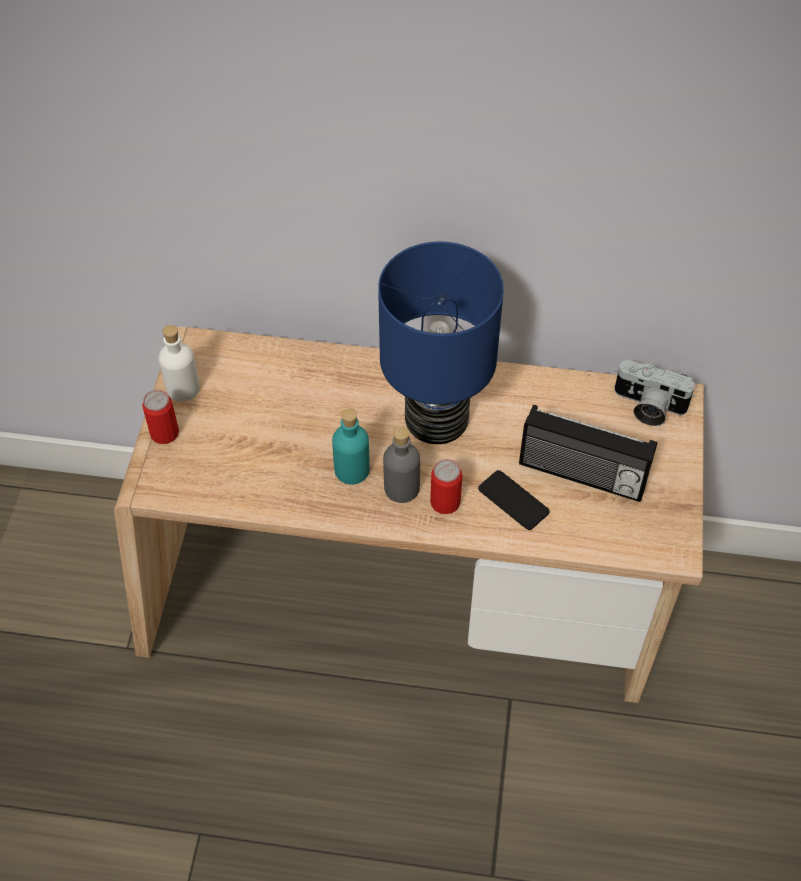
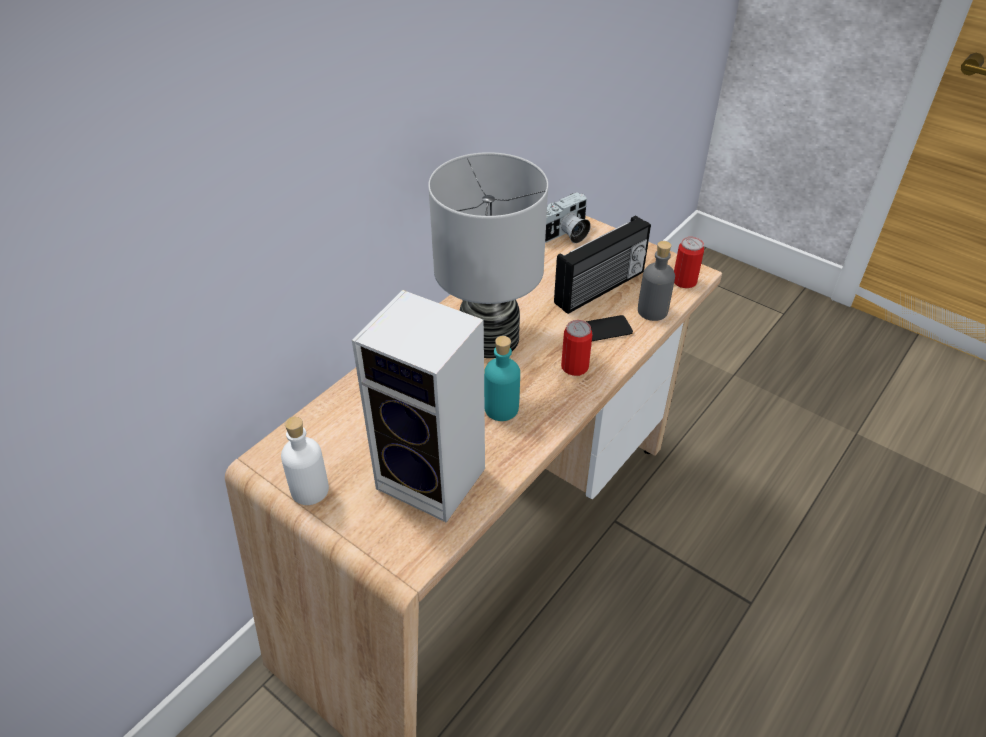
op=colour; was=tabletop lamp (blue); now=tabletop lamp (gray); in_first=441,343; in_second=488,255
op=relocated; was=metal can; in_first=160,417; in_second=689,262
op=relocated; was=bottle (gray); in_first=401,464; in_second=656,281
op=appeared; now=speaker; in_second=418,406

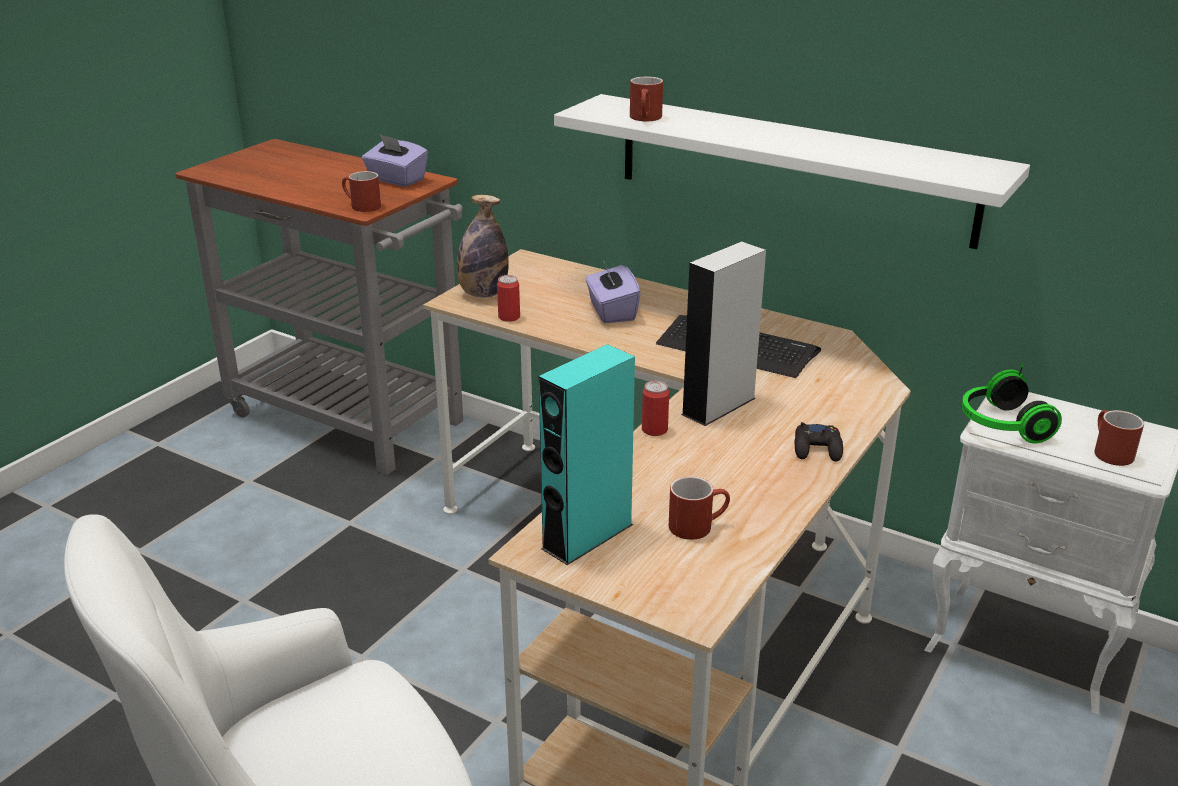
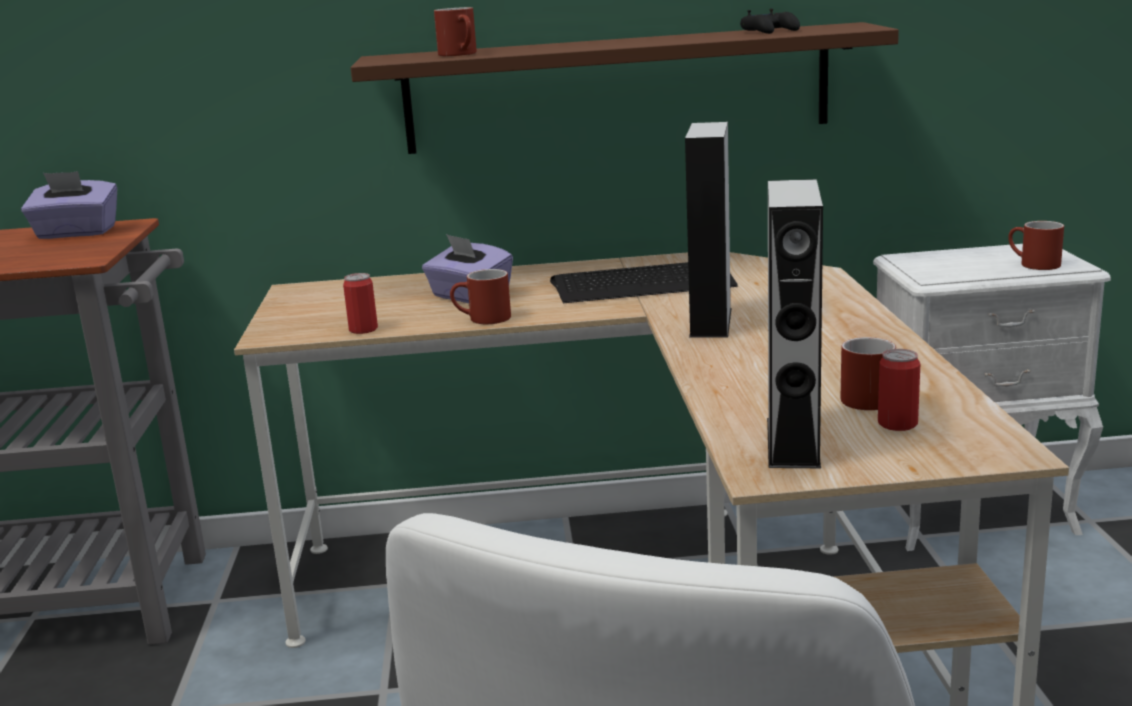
op=colour; was=wall shelf (white-coloured); now=wall shelf (brown-coloured); in_first=792,171; in_second=625,88
op=relocated; was=mug (reddish); in_first=361,191; in_second=480,296
op=missing; was=bottle; in_first=483,246
op=colour; was=speaker (blue-green); now=speaker (gray); in_first=587,454; in_second=795,323
op=missing; was=pair of headphones; in_first=1012,403
op=relocated; was=metal can; in_first=655,408; in_second=899,390
op=relocated; was=joypad (black); in_first=819,442; in_second=770,21

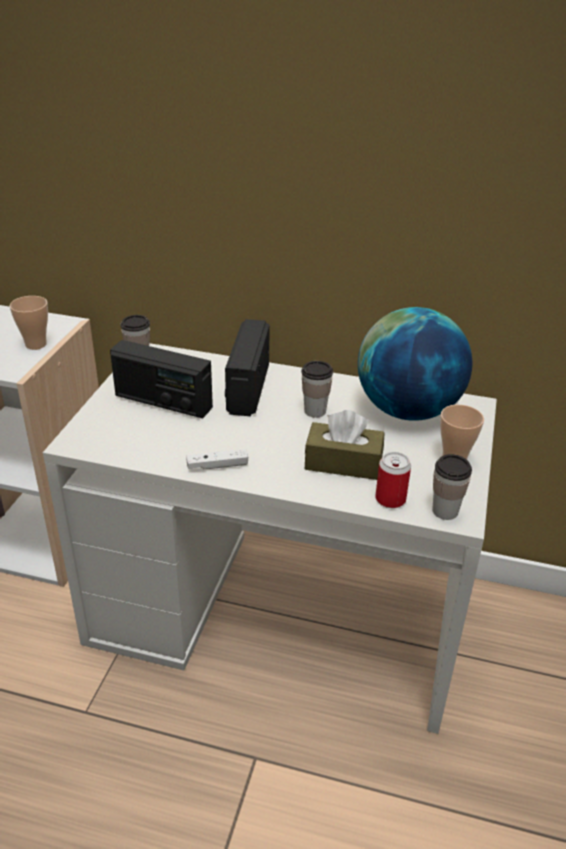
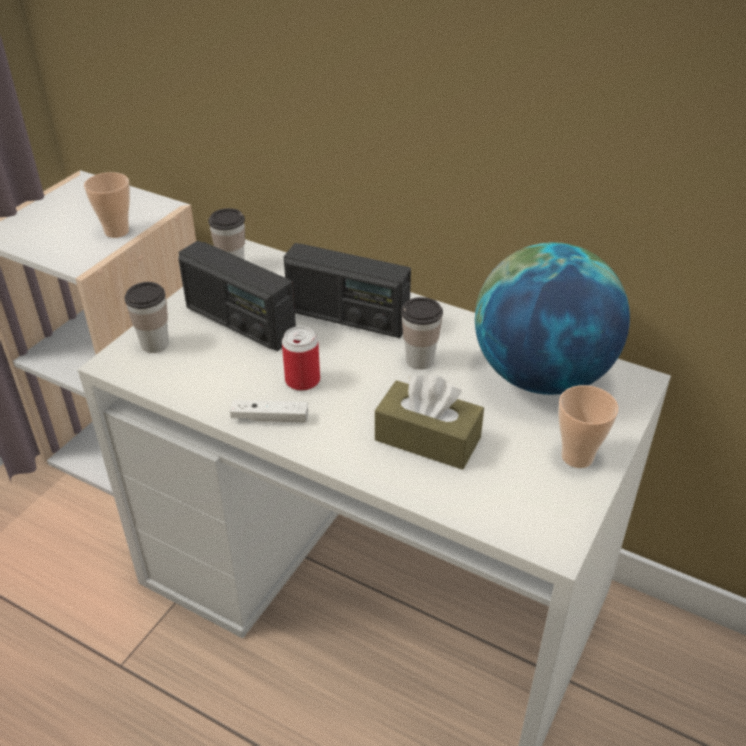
op=spun; was=radio; in_first=247,367; in_second=347,290; clockwise=-90
op=relocated; was=metal can; in_first=393,480; in_second=301,358
op=relocated; was=drinking cup; in_first=452,487; in_second=147,317

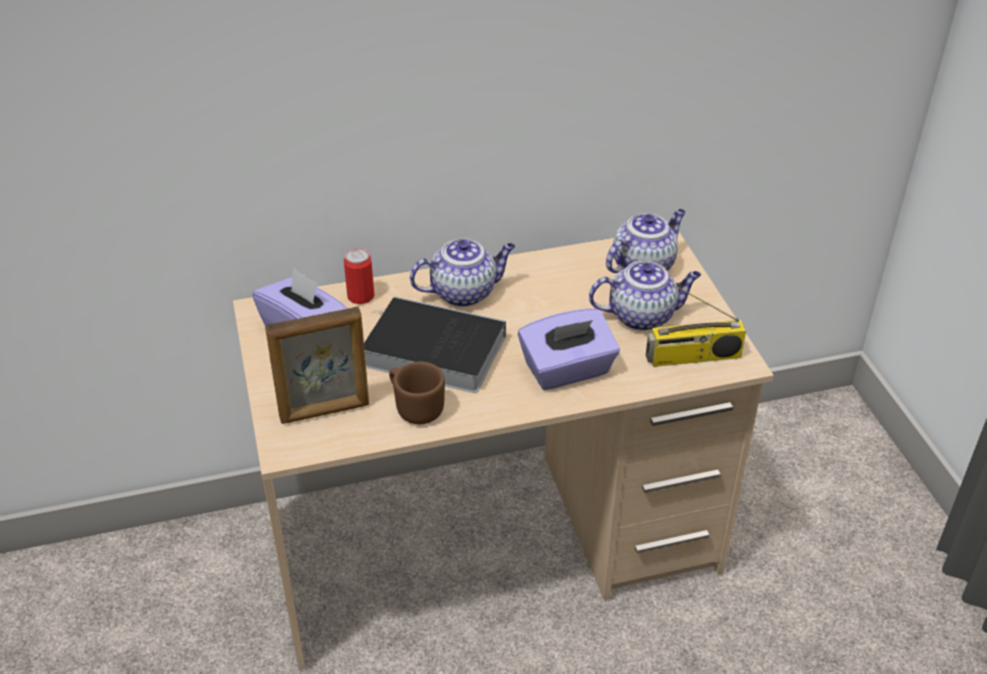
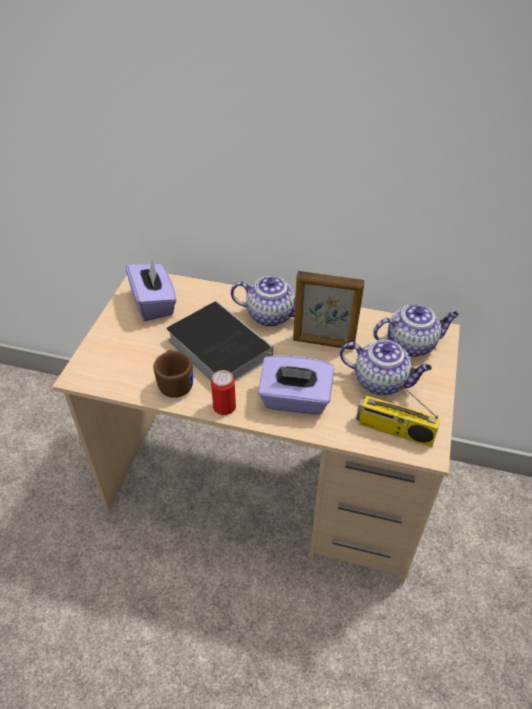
op=relocated; was=metal can; in_first=359,276; in_second=223,392
op=relocated; was=photo frame; in_first=317,365; in_second=329,310

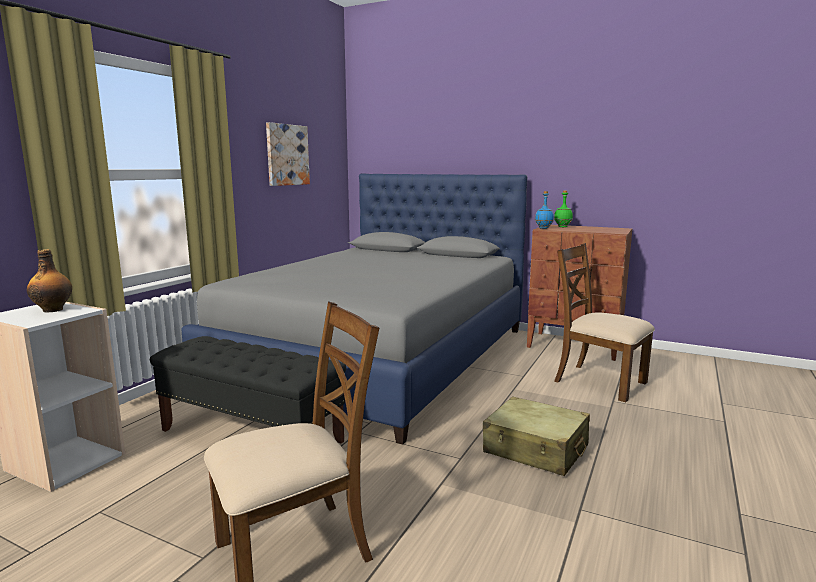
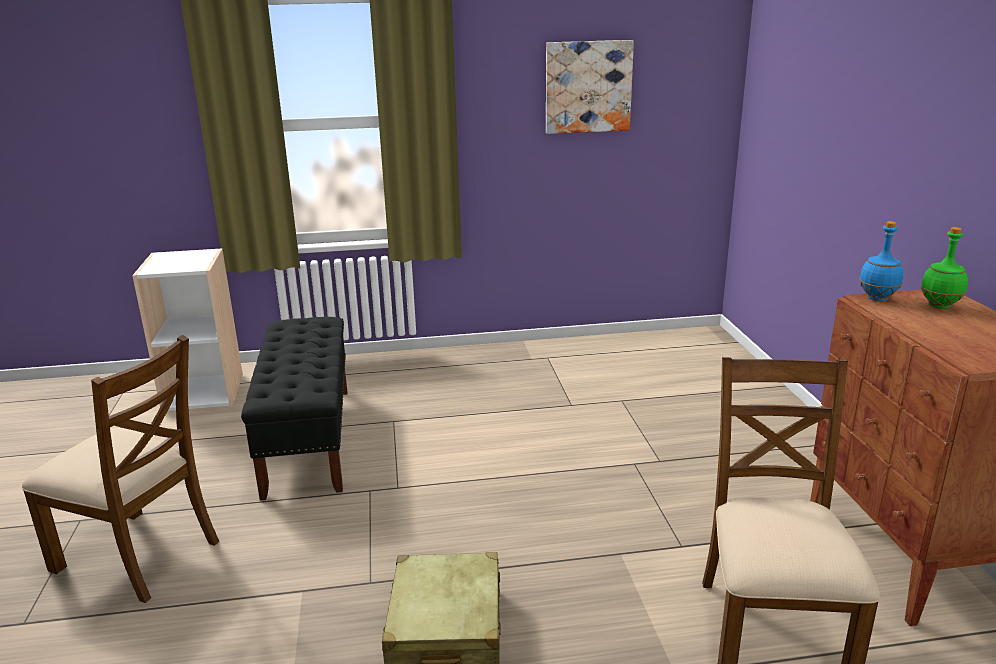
op=missing; was=sleeping bed (gray); in_first=354,309
op=missing; was=bottle; in_first=49,281

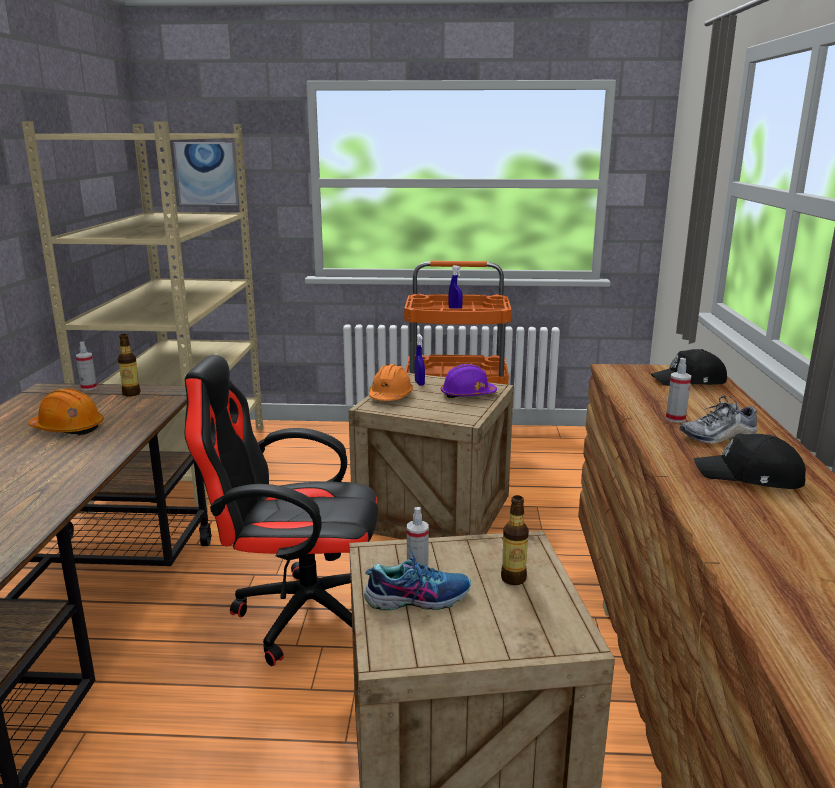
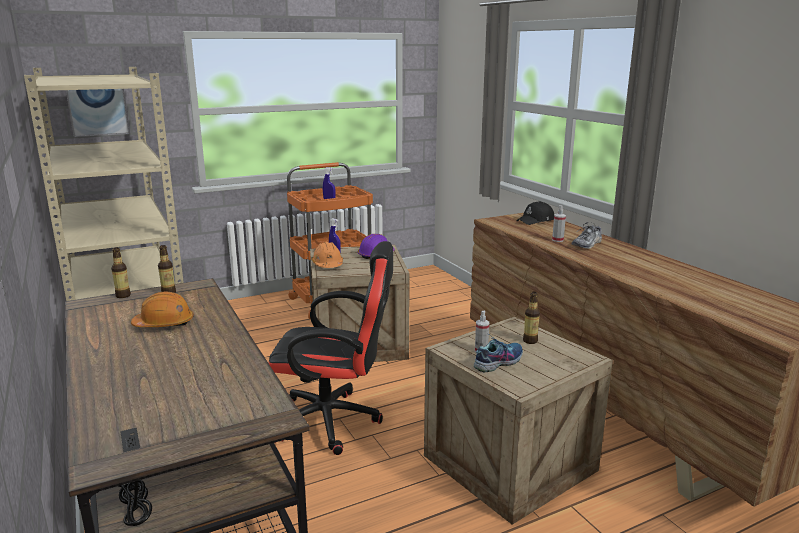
op=exchanged; was=hand sprayer; now=bottle; in_first=86,365; in_second=121,273
op=spun; was=computer chair (black); in_first=281,510; in_second=331,348; clockwise=-150
op=missing; was=cap (black); in_first=750,461

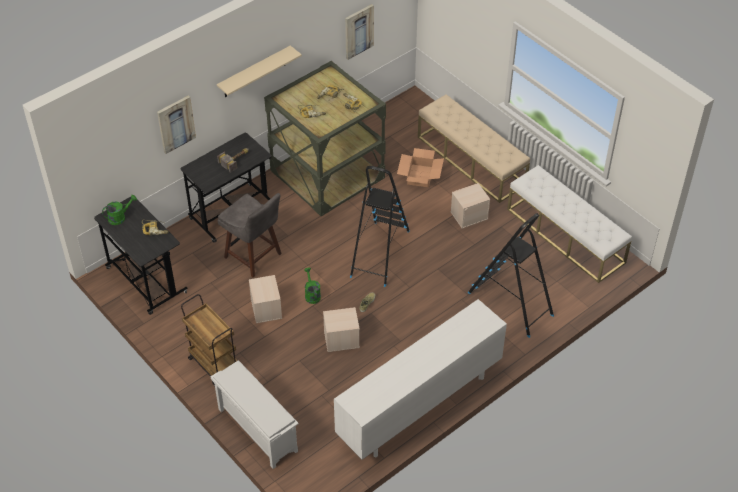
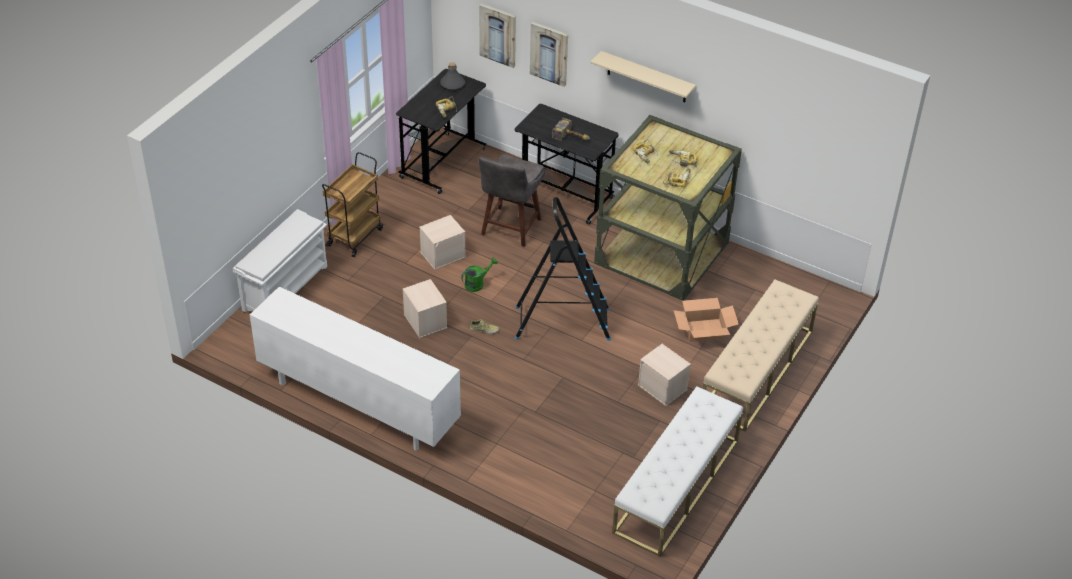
op=relocated; was=picture; in_first=359,32; in_second=497,36
op=exchanged; was=watering can (green); now=bottle (gray); in_first=119,210; in_second=452,76
op=missing; was=step stool (black); in_first=511,275

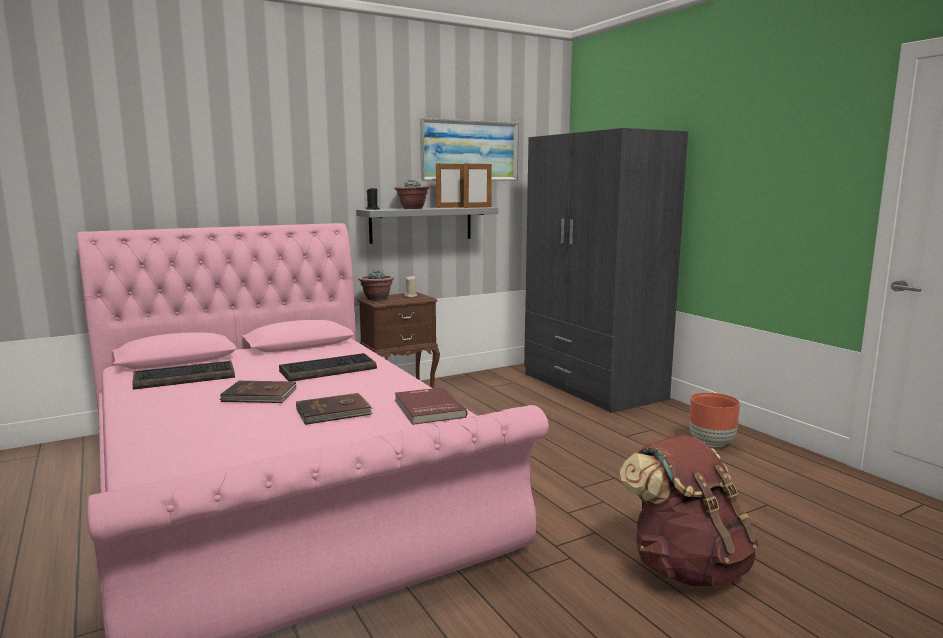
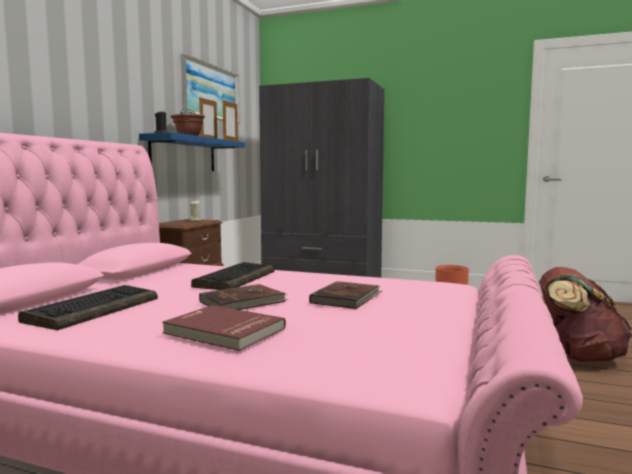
op=colour; was=wall shelf (gray); now=wall shelf (blue); in_first=427,225; in_second=192,151
op=missing; was=potted plant; in_first=376,285
op=relocated; was=bound book (reddish); in_first=431,406; in_second=224,328

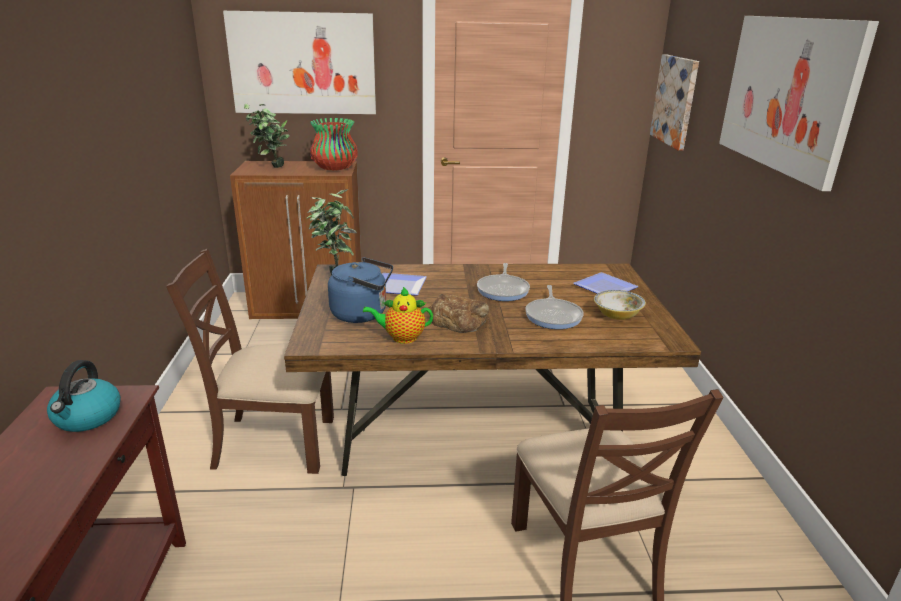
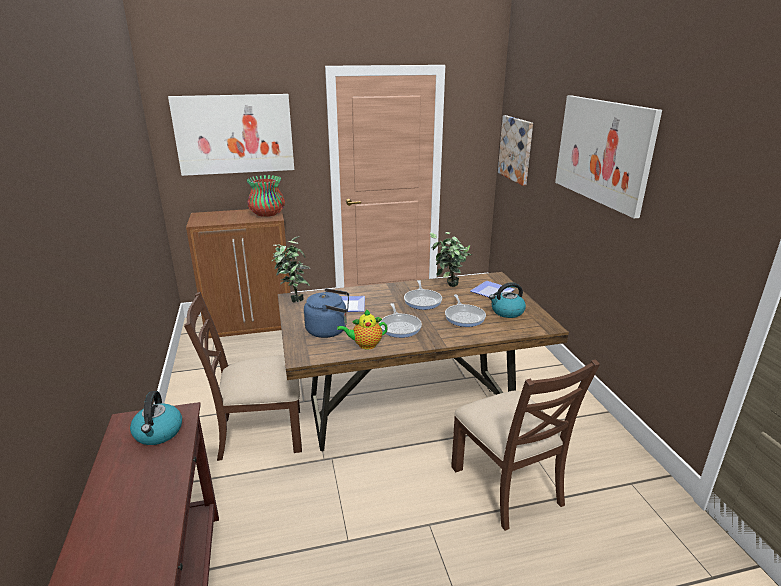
op=relocated; was=potted plant; in_first=267,135; in_second=451,259
op=exchanged; was=bowl; now=kettle; in_first=620,305; in_second=507,300
op=exchanged; was=bakery bread; now=pan; in_first=459,313; in_second=401,320

